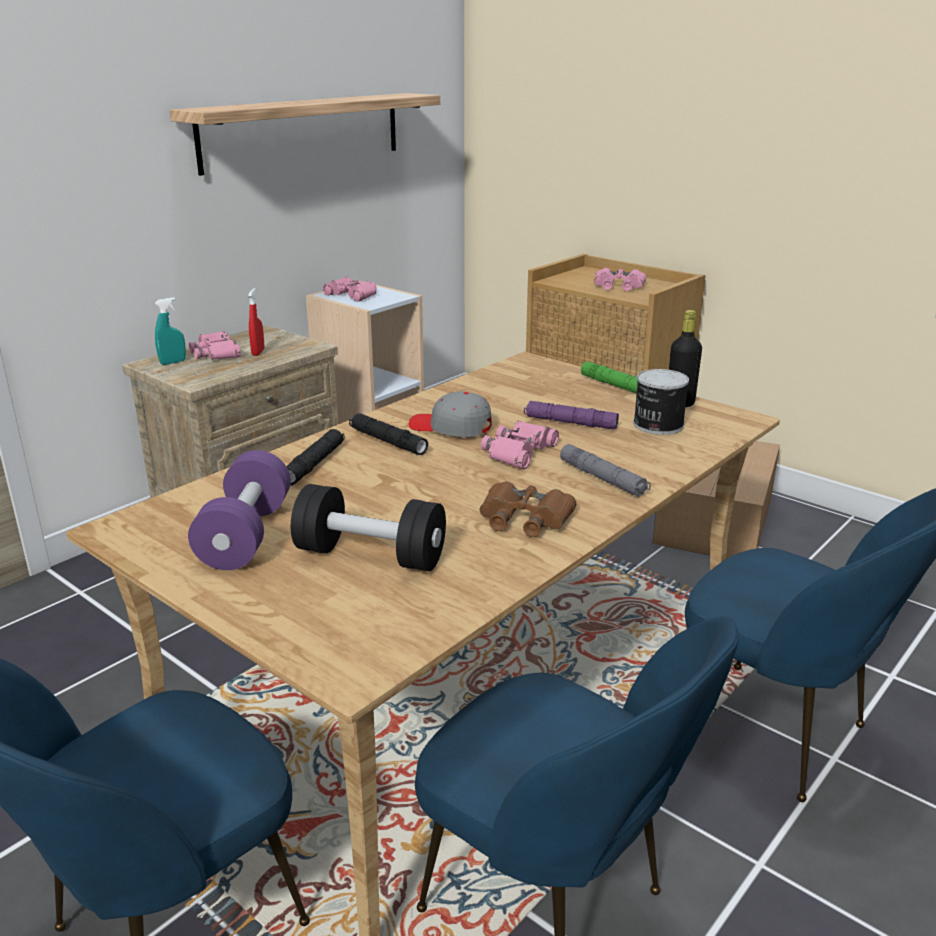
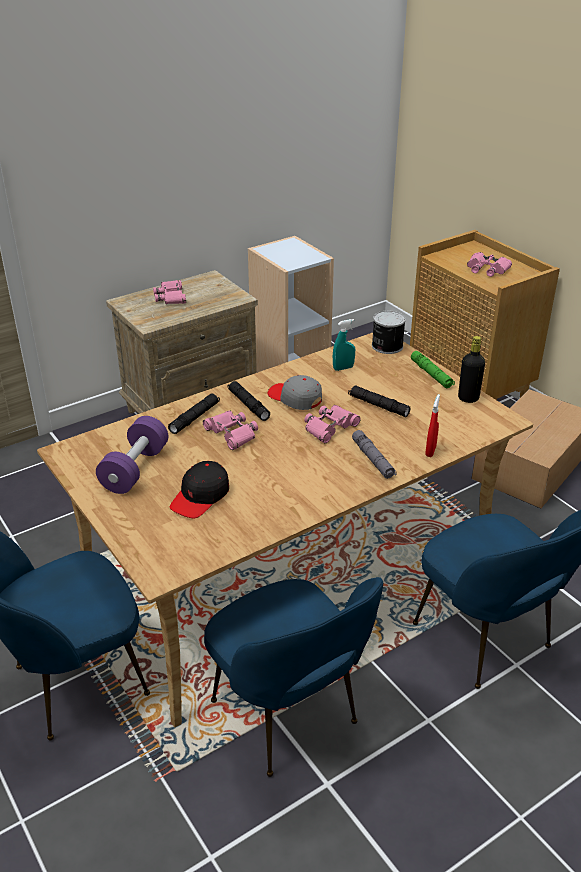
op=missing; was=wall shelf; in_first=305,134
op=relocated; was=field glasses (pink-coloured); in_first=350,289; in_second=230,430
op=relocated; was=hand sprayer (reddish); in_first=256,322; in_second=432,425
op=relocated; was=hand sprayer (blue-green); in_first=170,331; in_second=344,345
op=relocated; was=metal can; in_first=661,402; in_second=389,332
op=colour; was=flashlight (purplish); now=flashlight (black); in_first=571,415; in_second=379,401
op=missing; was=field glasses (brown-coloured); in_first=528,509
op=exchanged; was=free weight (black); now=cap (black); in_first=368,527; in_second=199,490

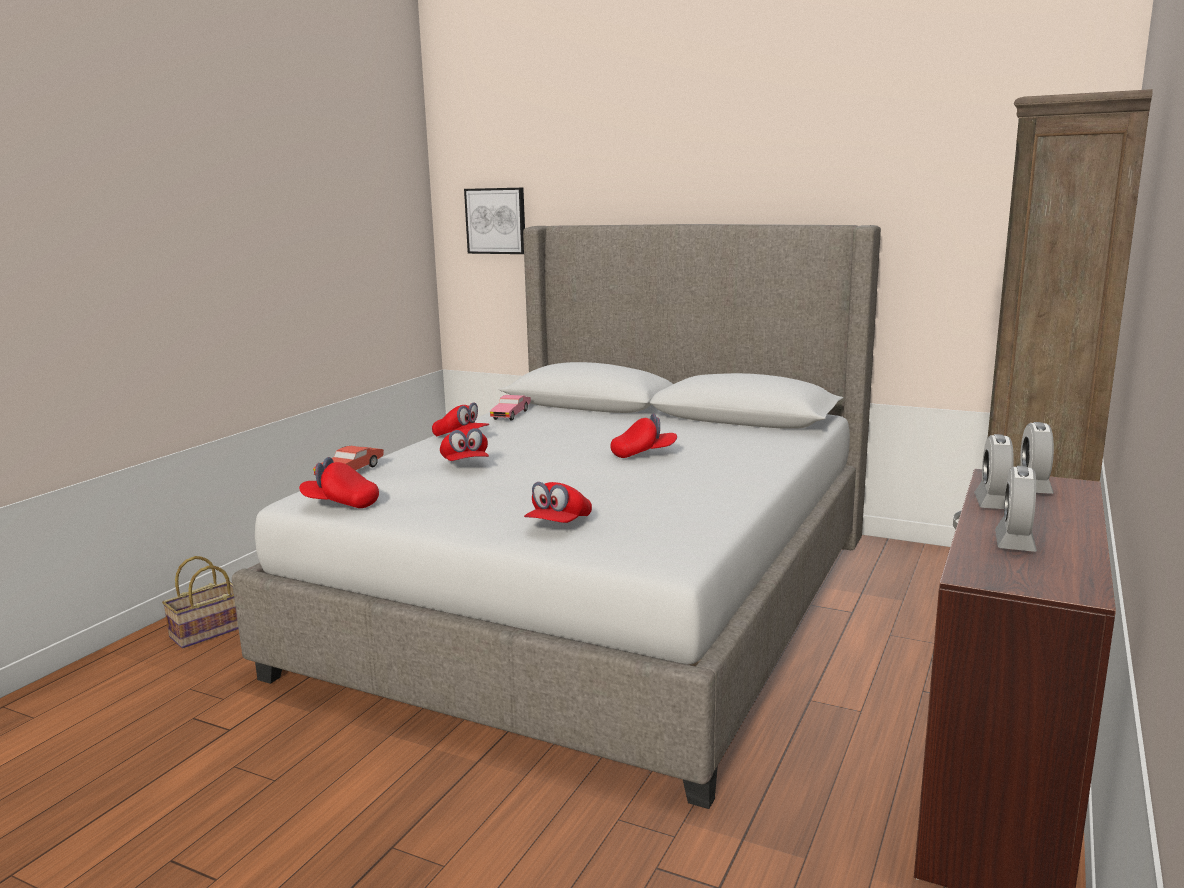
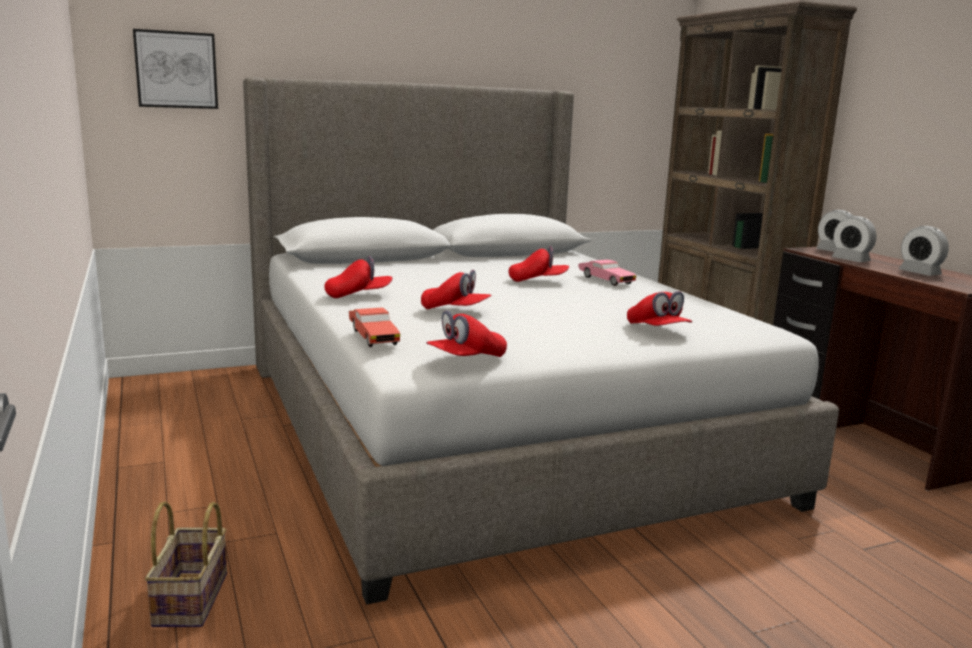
op=relocated; was=toy car (pink-coloured); in_first=510,408; in_second=607,273
op=spun; was=cap (reddish); in_first=643,435; in_second=539,264; clockwise=60

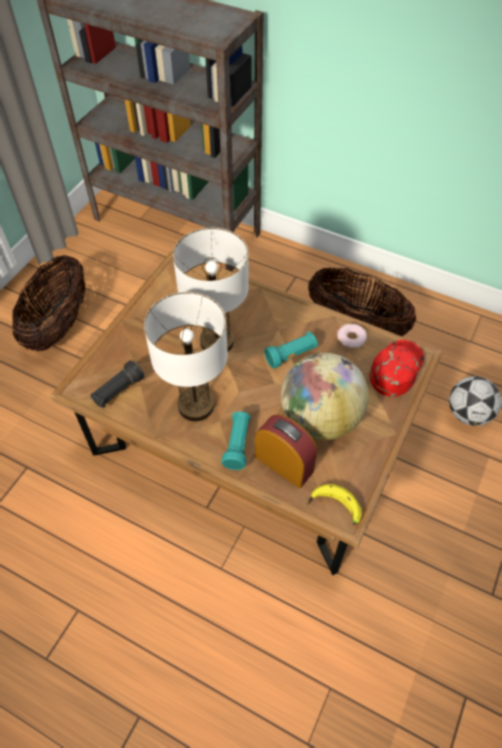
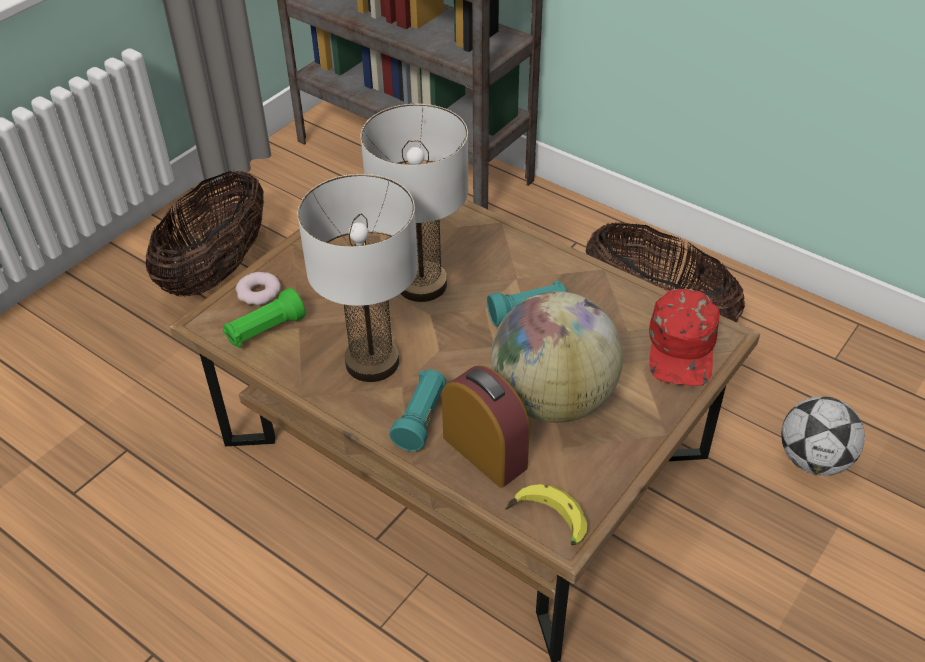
op=relocated; was=doughnut; in_first=352,336; in_second=258,288
op=spun; was=cap (reddish); in_first=397,368; in_second=684,337; clockwise=150
op=colour; was=flashlight (black); now=flashlight (green); in_first=117,384; in_second=264,318

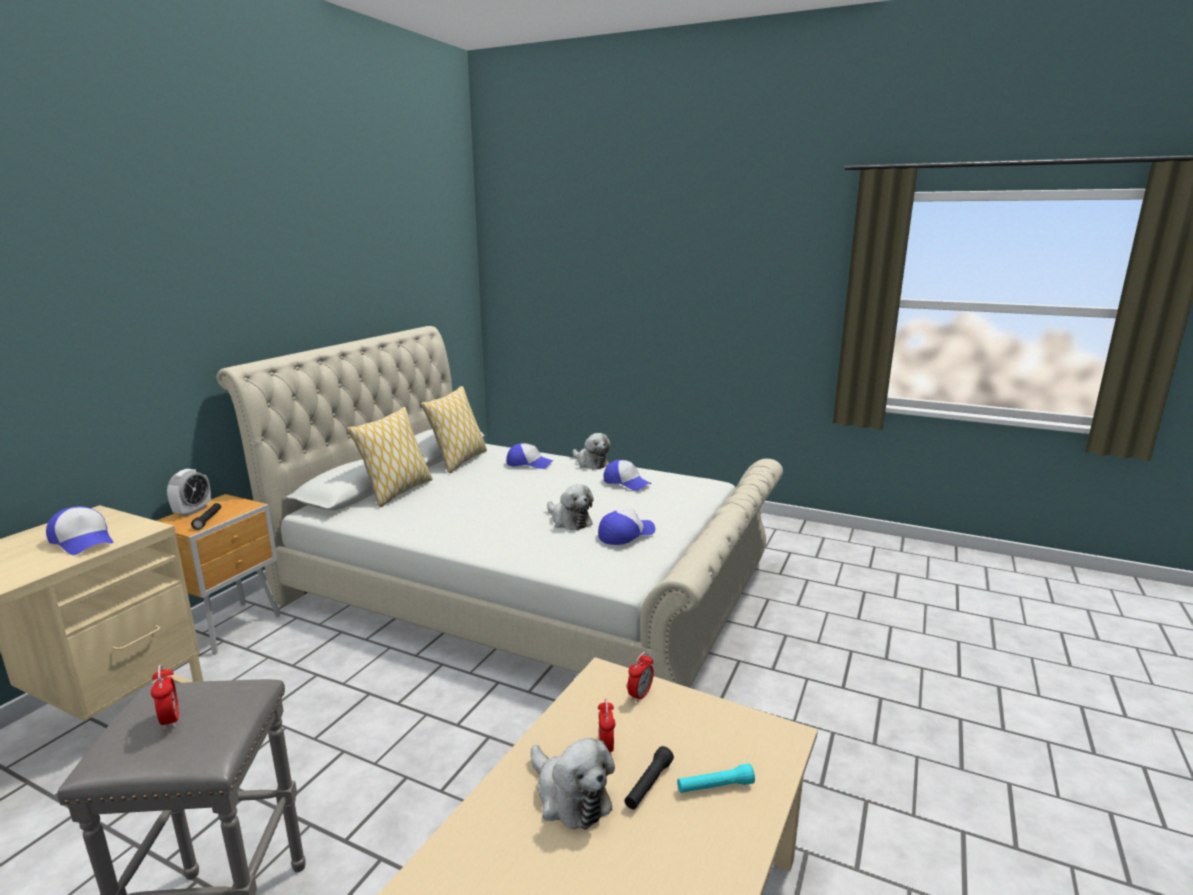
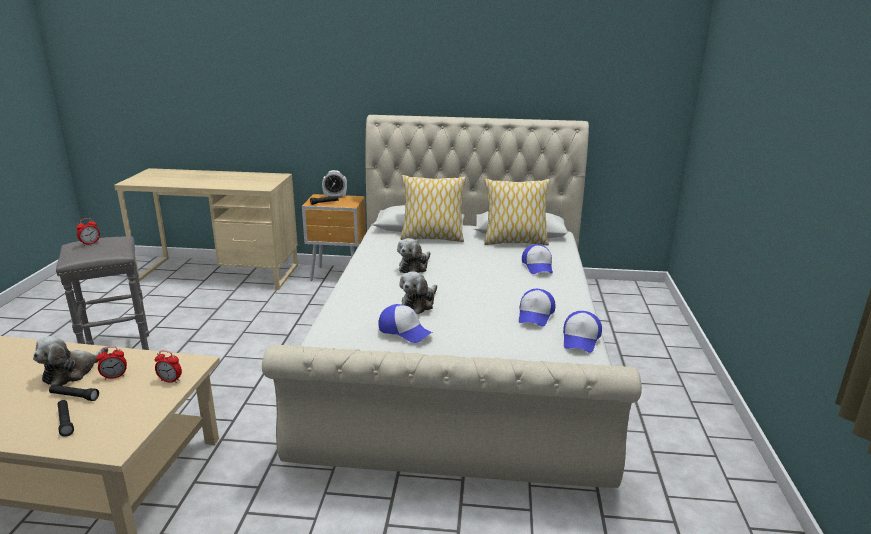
op=relocated; was=cuddly toy; in_first=592,451; in_second=414,255
op=relocated; was=cap; in_first=80,530; in_second=582,332
op=colour; was=flashlight (blue-green); now=flashlight (black); in_first=716,778; in_second=65,418

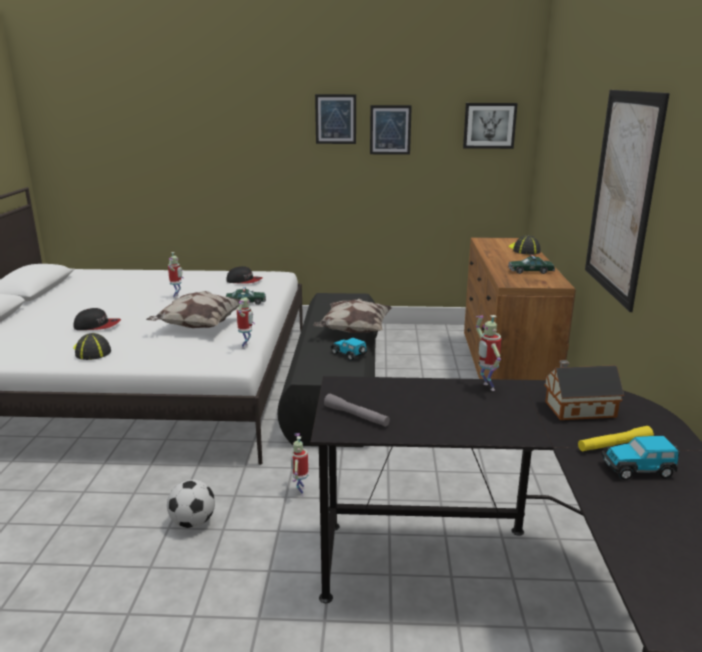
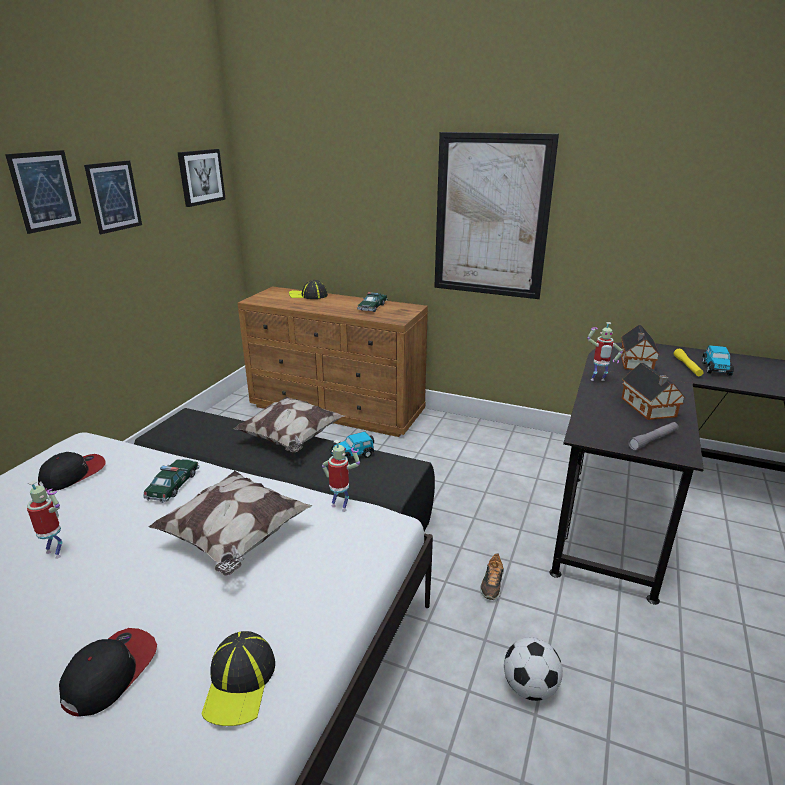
op=spun; was=cap; in_first=92,346; in_second=238,678; clockwise=-75
op=exchanged; was=robot figure; now=item of footwear; in_first=299,464; in_second=492,576
op=appeared; now=miniature house; in_second=654,391

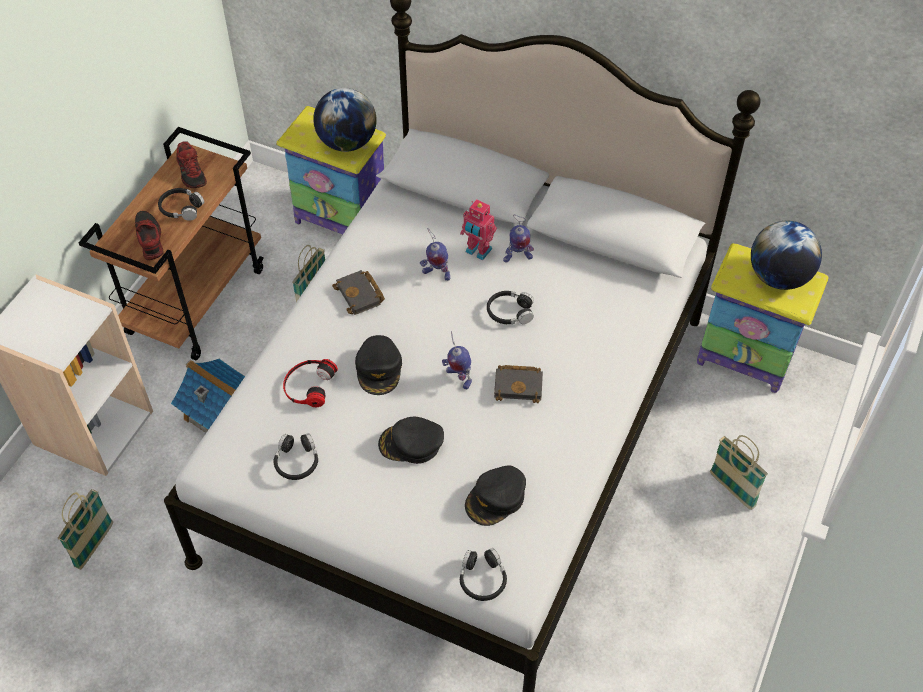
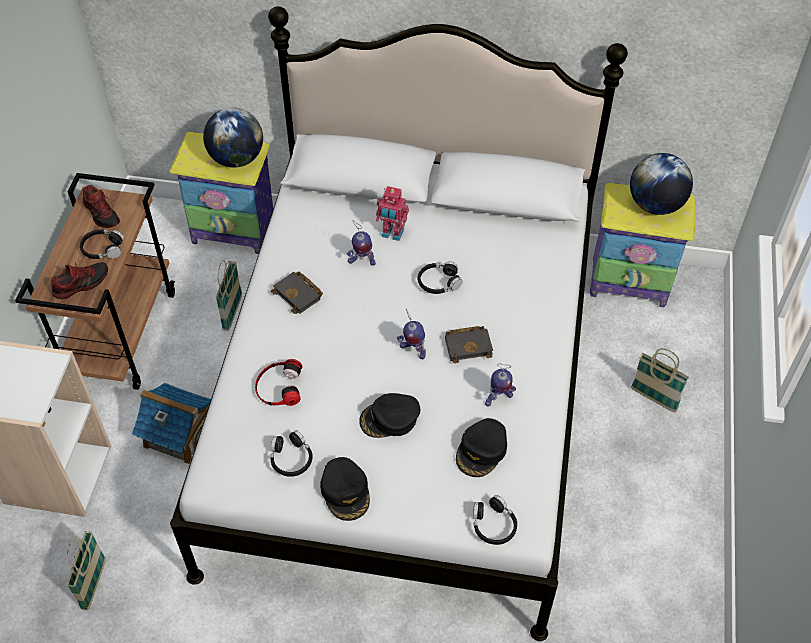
op=spun; was=item of footwear; in_first=149,235; in_second=79,280; clockwise=90
op=relocated; was=robot figure; in_first=518,239; in_second=500,385
op=relocated; was=cap (black); in_first=378,365; in_second=345,489

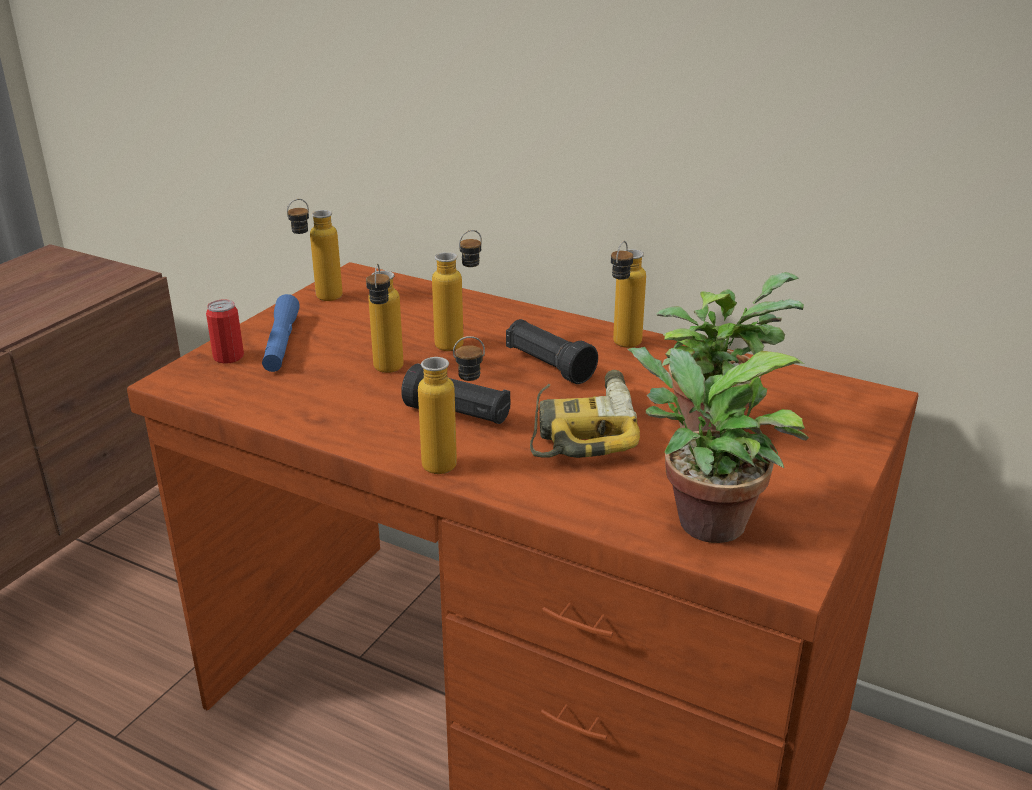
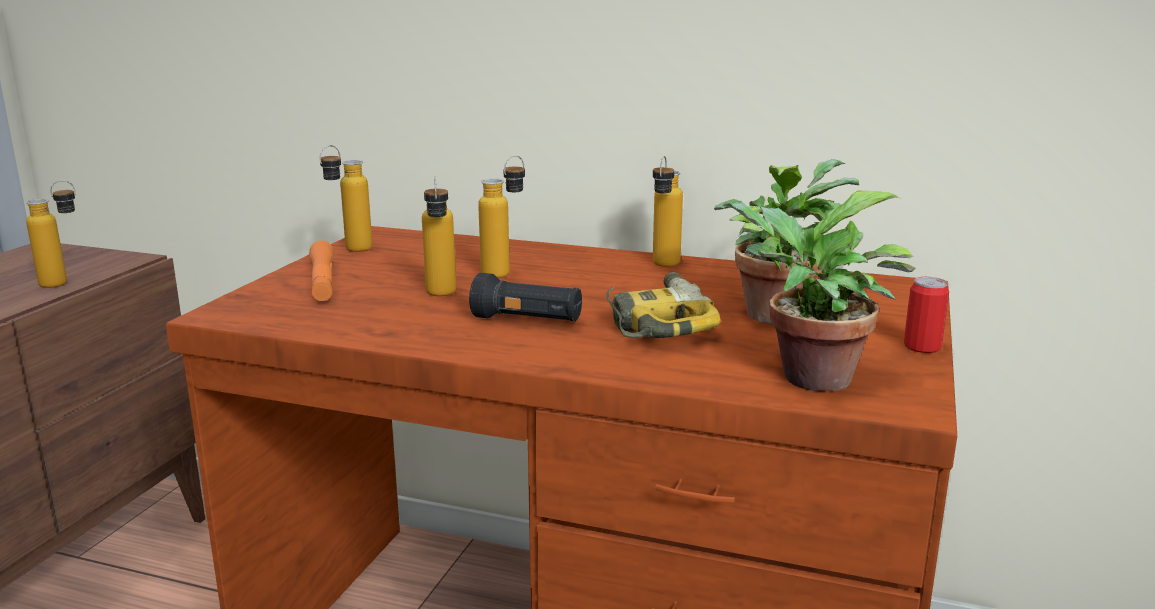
op=colour; was=flashlight (blue); now=flashlight (orange-coloured); in_first=281,333; in_second=321,270
op=relocated; was=metal can; in_first=225,331; in_second=926,315
op=missing; was=flashlight (black); in_first=552,351
op=relocated; was=bottle; in_first=451,405; in_second=51,234

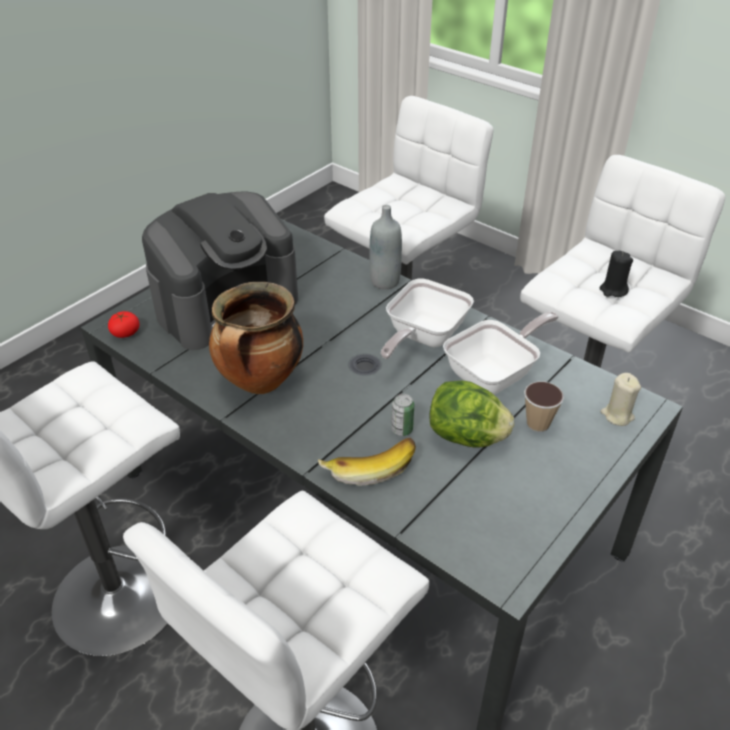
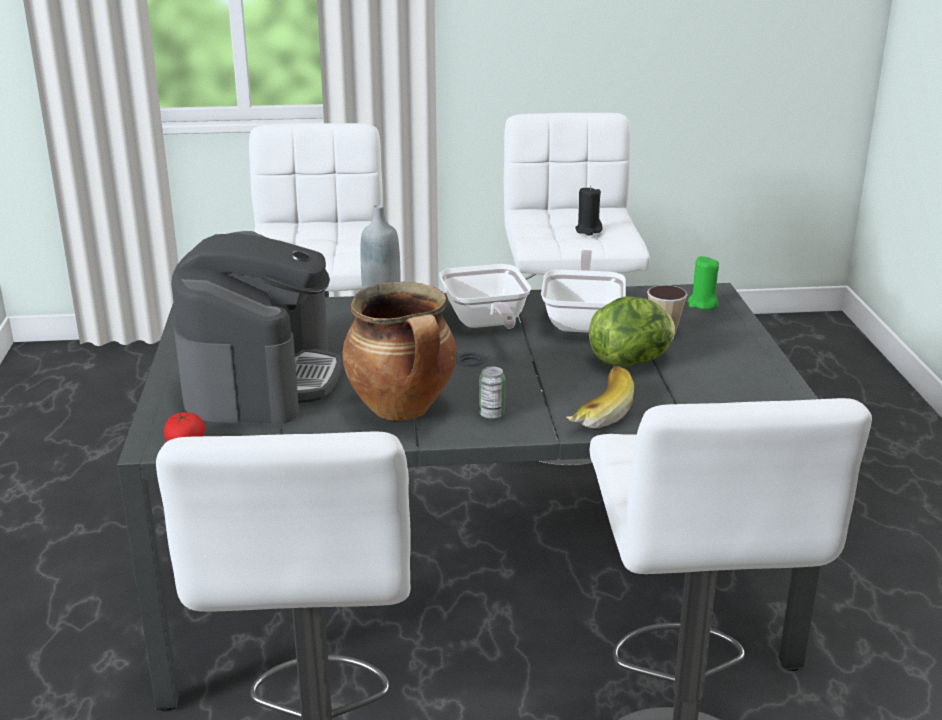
op=colour; was=candle (beige-coloured); now=candle (green); in_first=621,399; in_second=703,283
op=relocated; was=metal can; in_first=403,415; in_second=492,393

